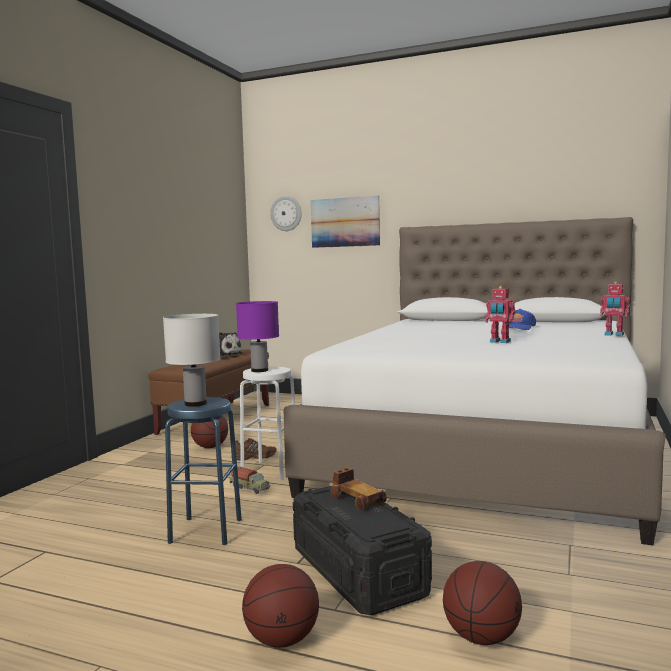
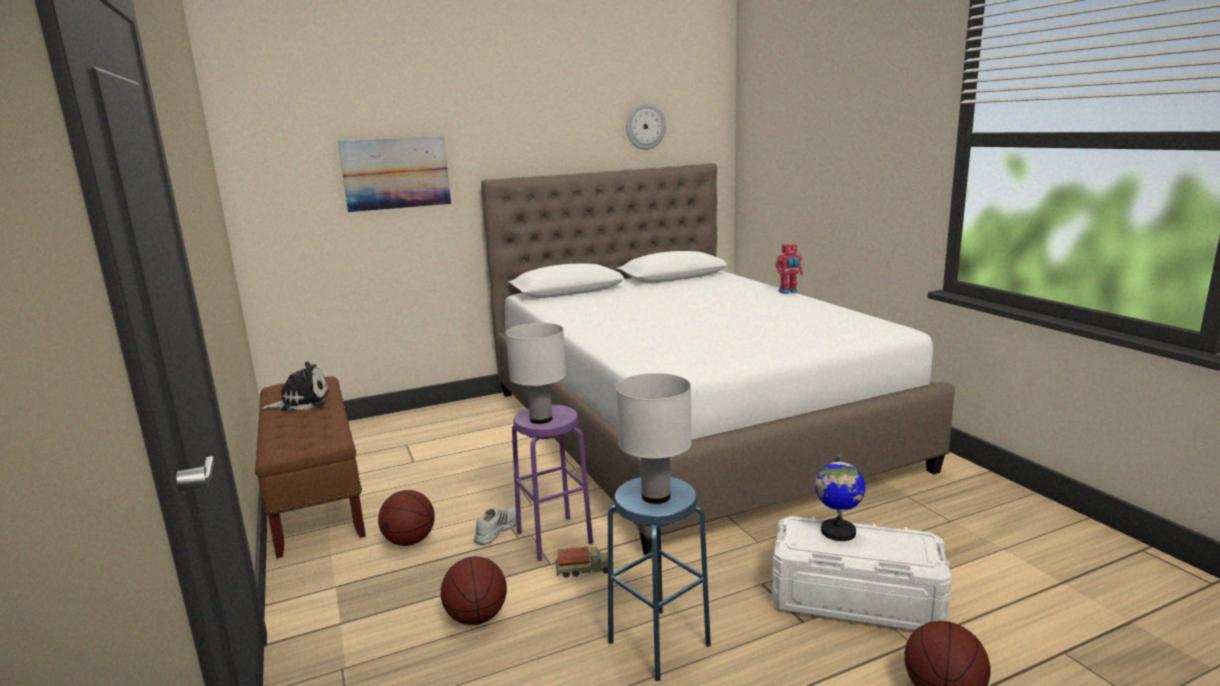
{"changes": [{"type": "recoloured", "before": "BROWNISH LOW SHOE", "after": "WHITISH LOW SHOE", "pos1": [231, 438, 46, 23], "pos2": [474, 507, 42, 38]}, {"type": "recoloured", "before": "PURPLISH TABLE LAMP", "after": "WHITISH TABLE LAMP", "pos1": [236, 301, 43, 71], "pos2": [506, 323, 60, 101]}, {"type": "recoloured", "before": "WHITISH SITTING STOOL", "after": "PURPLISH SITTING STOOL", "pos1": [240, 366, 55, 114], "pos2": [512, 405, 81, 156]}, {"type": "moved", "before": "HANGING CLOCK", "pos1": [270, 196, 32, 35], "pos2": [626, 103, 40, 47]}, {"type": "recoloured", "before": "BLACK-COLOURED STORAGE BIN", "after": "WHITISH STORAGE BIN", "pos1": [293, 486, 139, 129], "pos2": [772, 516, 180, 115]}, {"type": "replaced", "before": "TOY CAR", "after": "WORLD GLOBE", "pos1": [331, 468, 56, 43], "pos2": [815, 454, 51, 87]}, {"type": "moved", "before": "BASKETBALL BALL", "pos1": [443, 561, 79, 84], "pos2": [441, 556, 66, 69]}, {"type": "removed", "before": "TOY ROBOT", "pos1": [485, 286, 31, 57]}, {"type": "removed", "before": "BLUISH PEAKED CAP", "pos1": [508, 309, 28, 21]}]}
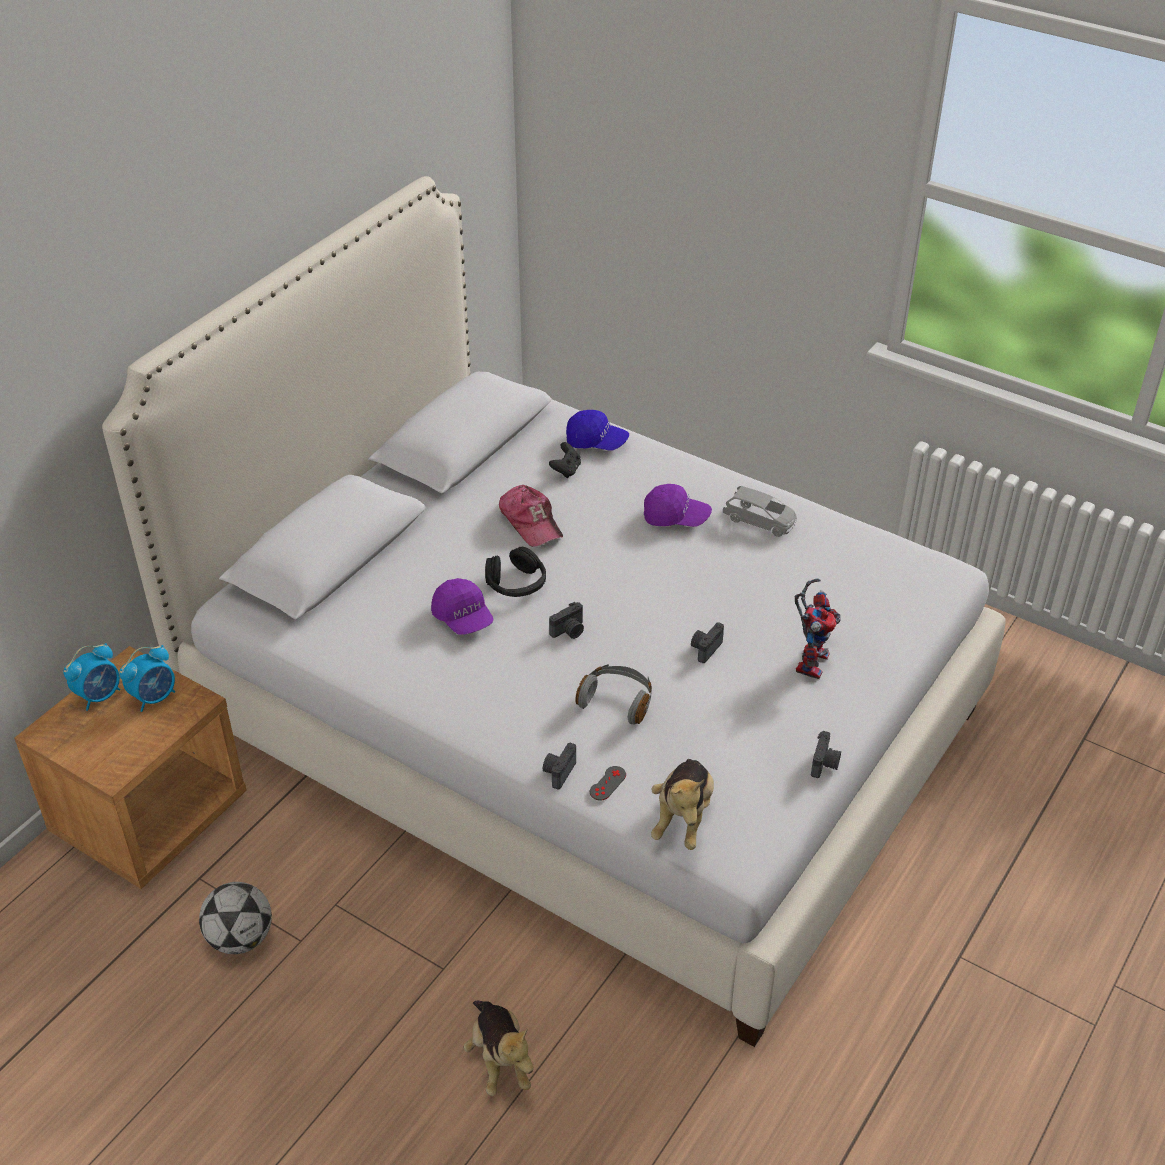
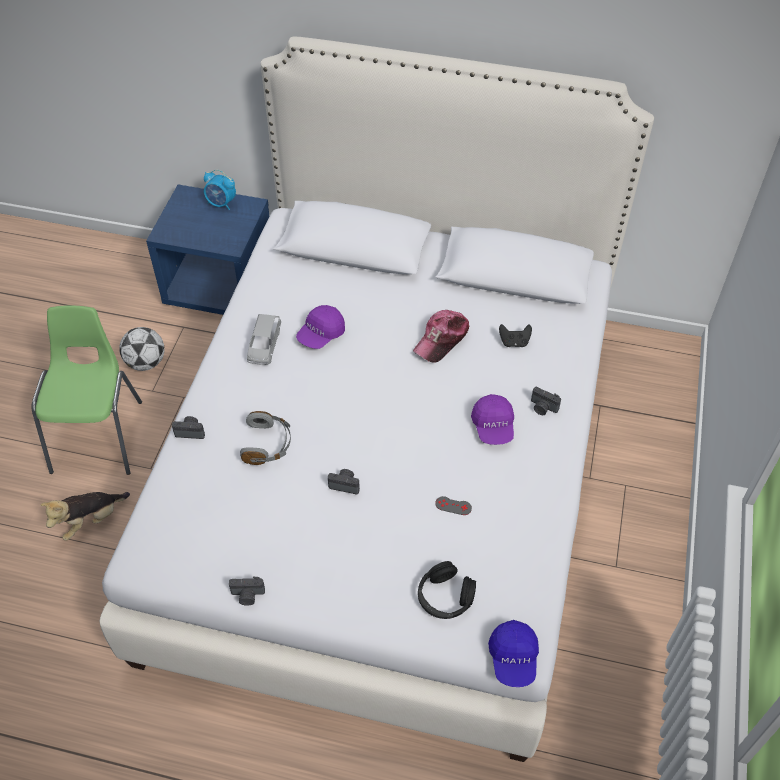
{"changes": [{"type": "recoloured", "before": "BROWNISH BEDSIDE TABLE", "after": "BLUISH BEDSIDE TABLE", "pos1": [14, 646, 233, 243], "pos2": [146, 185, 124, 130]}, {"type": "removed", "before": "BEDSIDE CLOCK", "pos1": [119, 645, 56, 67]}, {"type": "moved", "before": "BLACK-COLOURED PAIR OF HEADPHONES", "pos1": [485, 547, 61, 50], "pos2": [418, 561, 58, 58]}, {"type": "moved", "before": "STILL CAMERA", "pos1": [549, 602, 35, 37], "pos2": [531, 387, 30, 28]}, {"type": "moved", "before": "BLUISH PEAKED CAP", "pos1": [566, 410, 63, 40], "pos2": [488, 620, 51, 67]}, {"type": "moved", "before": "GRAY GAMEPAD", "pos1": [590, 766, 36, 34], "pos2": [435, 496, 37, 19]}, {"type": "removed", "before": "PLUSH TOY", "pos1": [651, 759, 63, 91]}, {"type": "moved", "before": "GRAY TOY CAR", "pos1": [723, 486, 74, 51], "pos2": [247, 314, 34, 51]}, {"type": "removed", "before": "TOY ROBOT", "pos1": [795, 578, 46, 101]}, {"type": "added", "after": "GREEN UPRIGHT CHAIR", "pos2": [31, 306, 111, 169]}]}
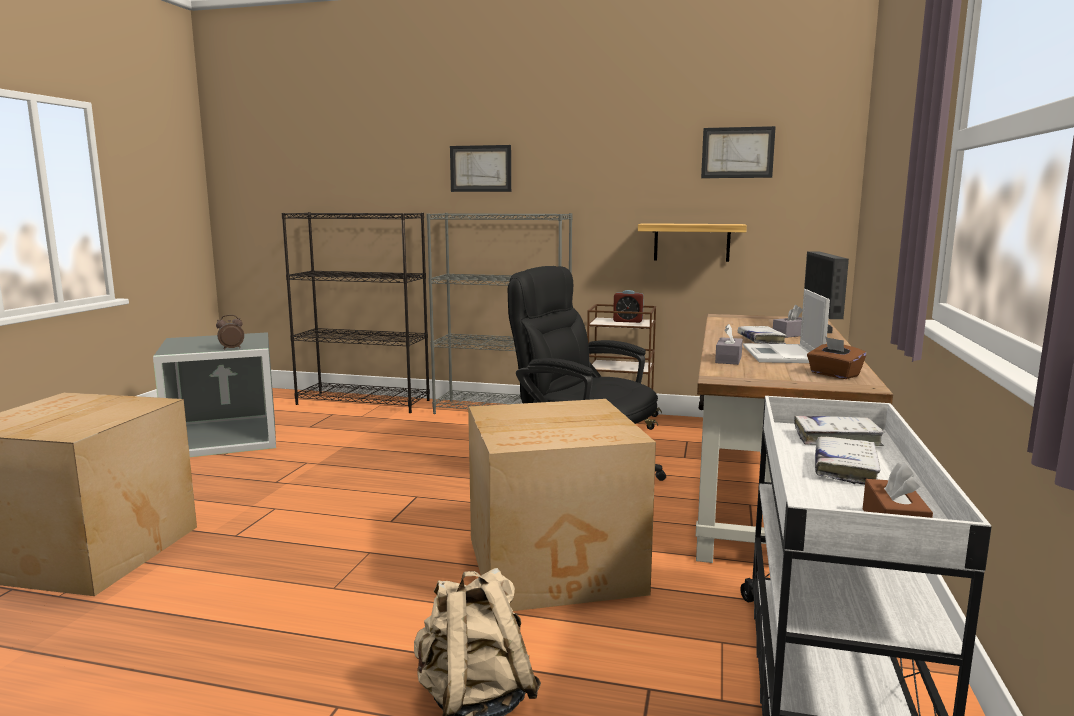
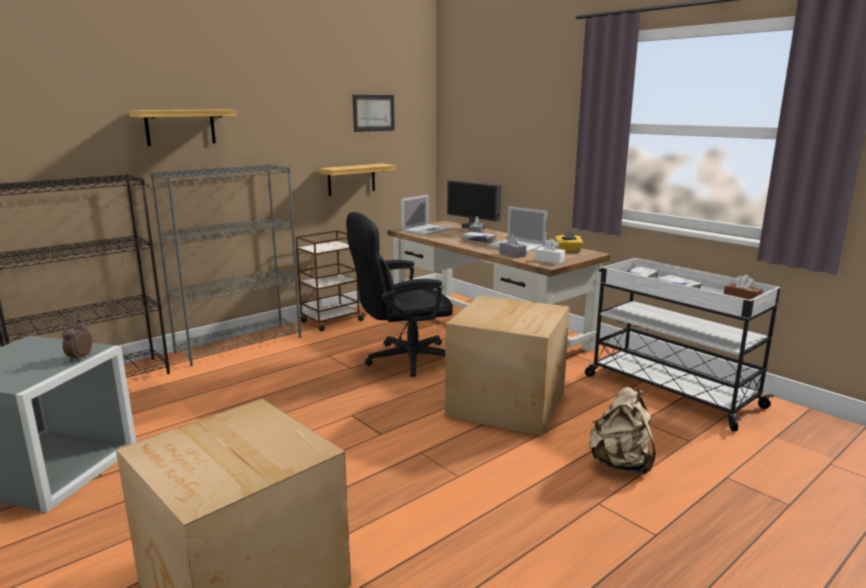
{"changes": [{"type": "replaced", "before": "WALL PICTURE", "after": "SHELF", "pos1": [450, 145, 61, 47], "pos2": [129, 110, 108, 36]}, {"type": "removed", "before": "BEDSIDE CLOCK", "pos1": [613, 290, 31, 33]}, {"type": "recoloured", "before": "BROWNISH TISSUE BOX", "after": "YELLOWISH TISSUE BOX", "pos1": [807, 337, 59, 42], "pos2": [555, 232, 28, 20]}, {"type": "added", "after": "NOTEBOOK COMPUTER", "pos2": [401, 195, 50, 40]}, {"type": "added", "after": "WHITISH TISSUE BOX", "pos2": [535, 239, 30, 25]}]}
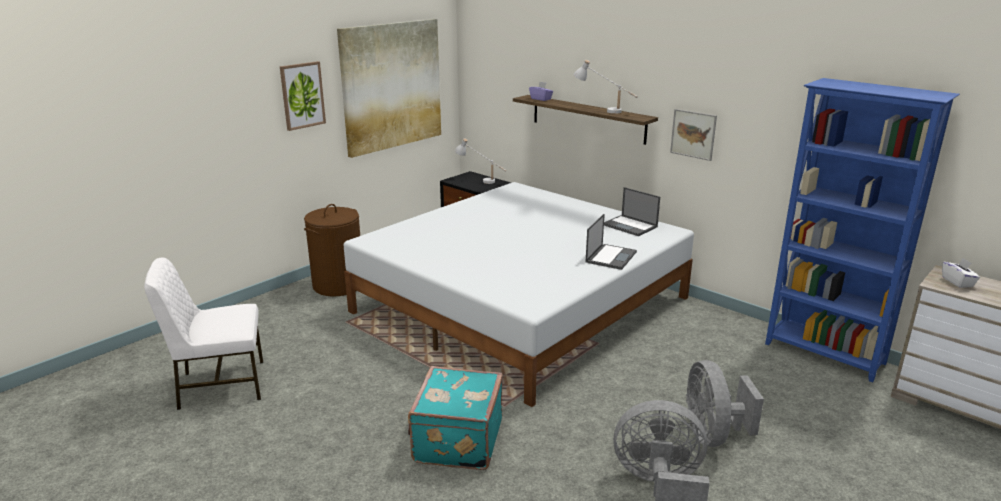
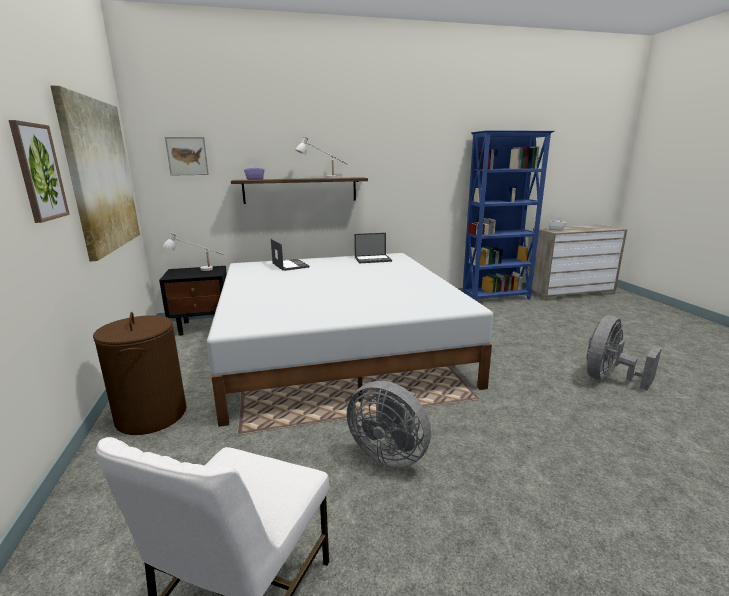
{"changes": [{"type": "removed", "before": "TURQUOISE-COLOURED SUITCASE", "pos1": [408, 366, 95, 104]}, {"type": "moved", "before": "NOTEBOOK COMPUTER", "pos1": [586, 214, 51, 56], "pos2": [271, 239, 39, 32]}, {"type": "moved", "before": "WALL PICTURE", "pos1": [670, 109, 47, 52], "pos2": [165, 137, 44, 39]}, {"type": "moved", "before": "GRAY COOLING FAN", "pos1": [686, 360, 78, 87], "pos2": [347, 381, 84, 87]}]}
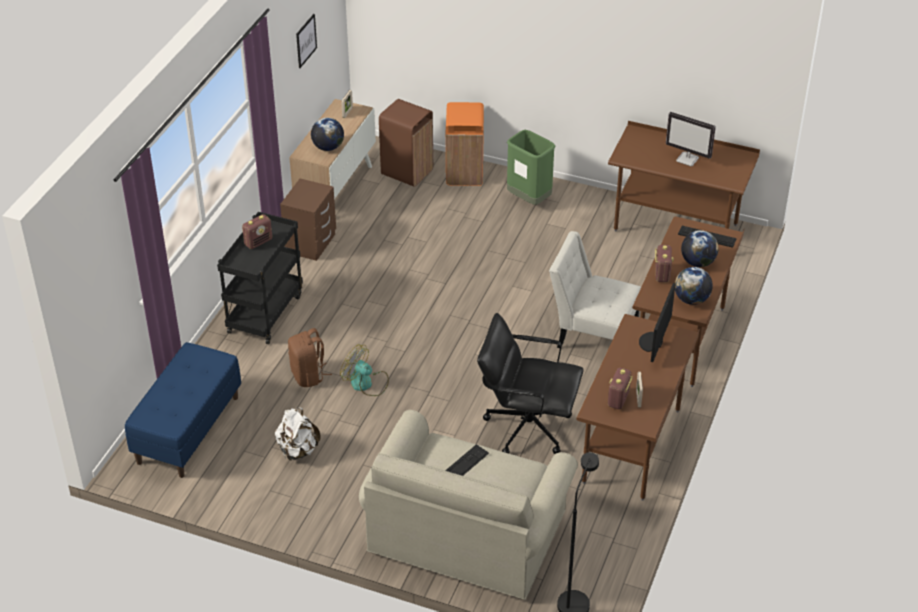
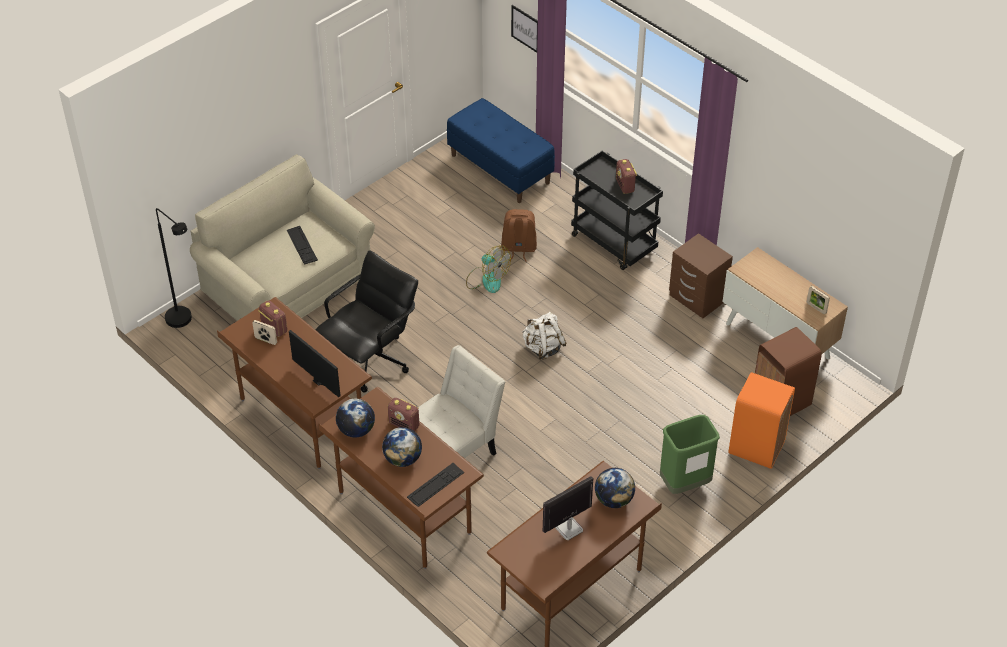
{"changes": [{"type": "moved", "before": "WHITISH RUCKSACK", "pos1": [275, 408, 46, 53], "pos2": [523, 312, 43, 48]}, {"type": "moved", "before": "WALL PICTURE", "pos1": [296, 14, 21, 54], "pos2": [511, 5, 27, 48]}, {"type": "moved", "before": "WORLD GLOBE", "pos1": [311, 118, 33, 33], "pos2": [595, 468, 40, 40]}, {"type": "turned", "before": "COOLING FAN", "pos1": [340, 344, 49, 52], "pos2": [466, 245, 45, 48], "turn": 75}]}
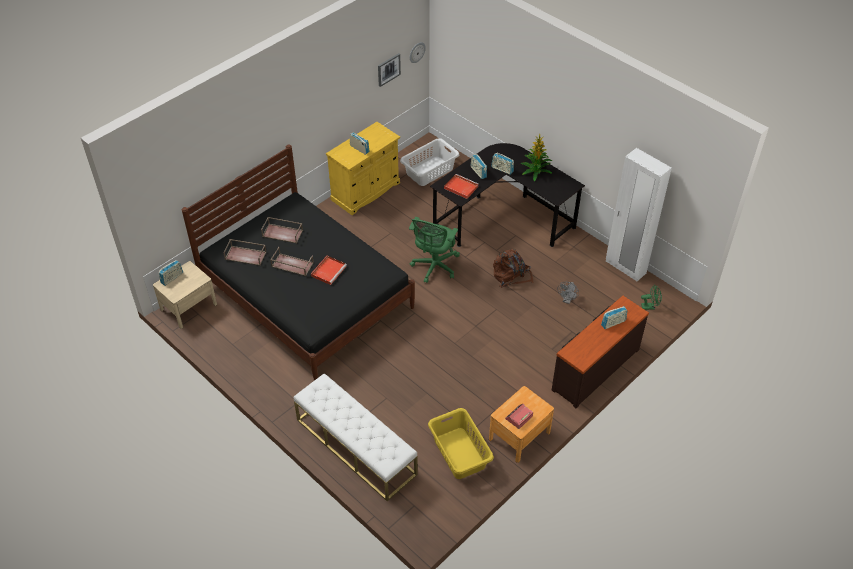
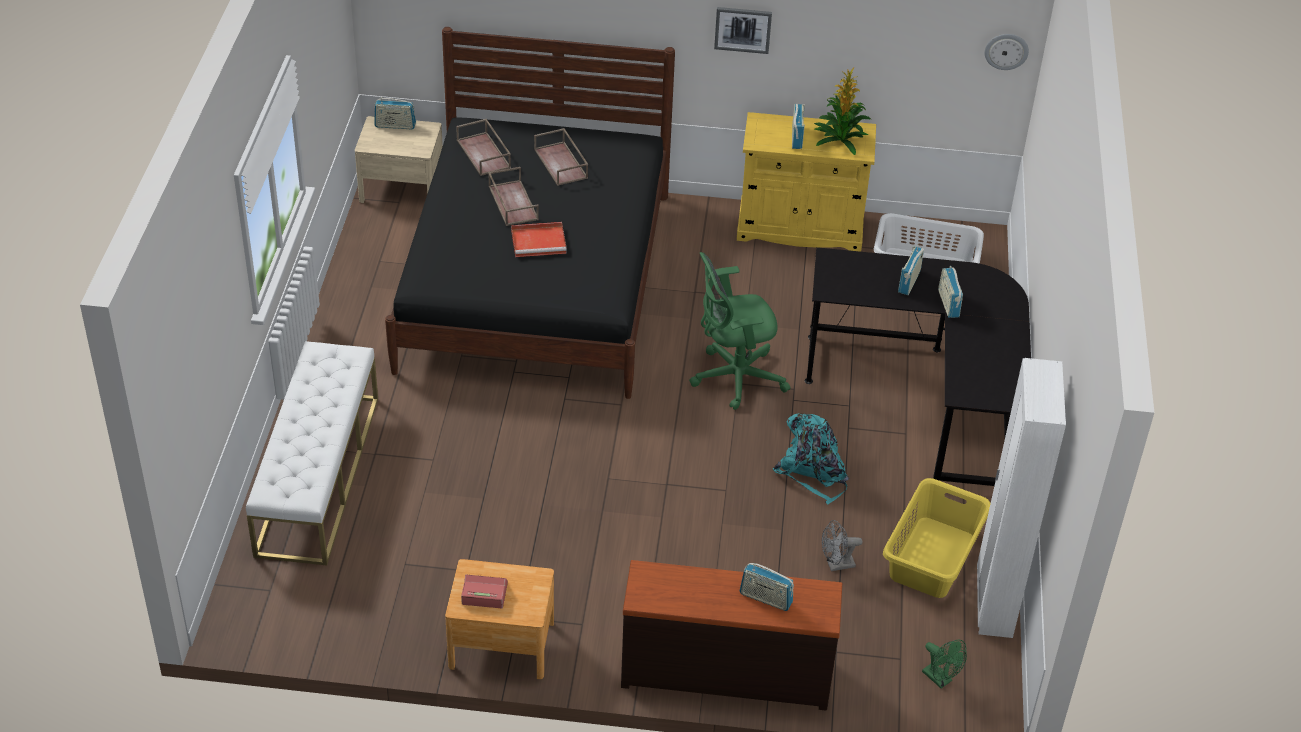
{"changes": [{"type": "moved", "before": "WALL PICTURE", "pos1": [378, 53, 23, 34], "pos2": [714, 7, 58, 47]}, {"type": "moved", "before": "YELLOWISH HAMPER", "pos1": [428, 408, 66, 71], "pos2": [883, 478, 108, 120]}, {"type": "removed", "before": "RED TRAY", "pos1": [444, 174, 34, 25]}, {"type": "recoloured", "before": "BROWNISH RUCKSACK", "after": "TURQUOISE-COLOURED RUCKSACK", "pos1": [493, 249, 41, 38], "pos2": [773, 413, 76, 91]}, {"type": "moved", "before": "PLANT IN A POT", "pos1": [521, 133, 32, 48], "pos2": [814, 68, 57, 87]}]}
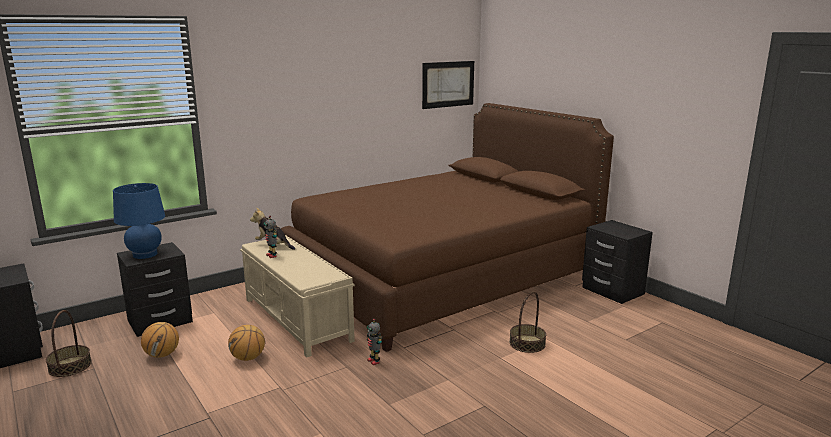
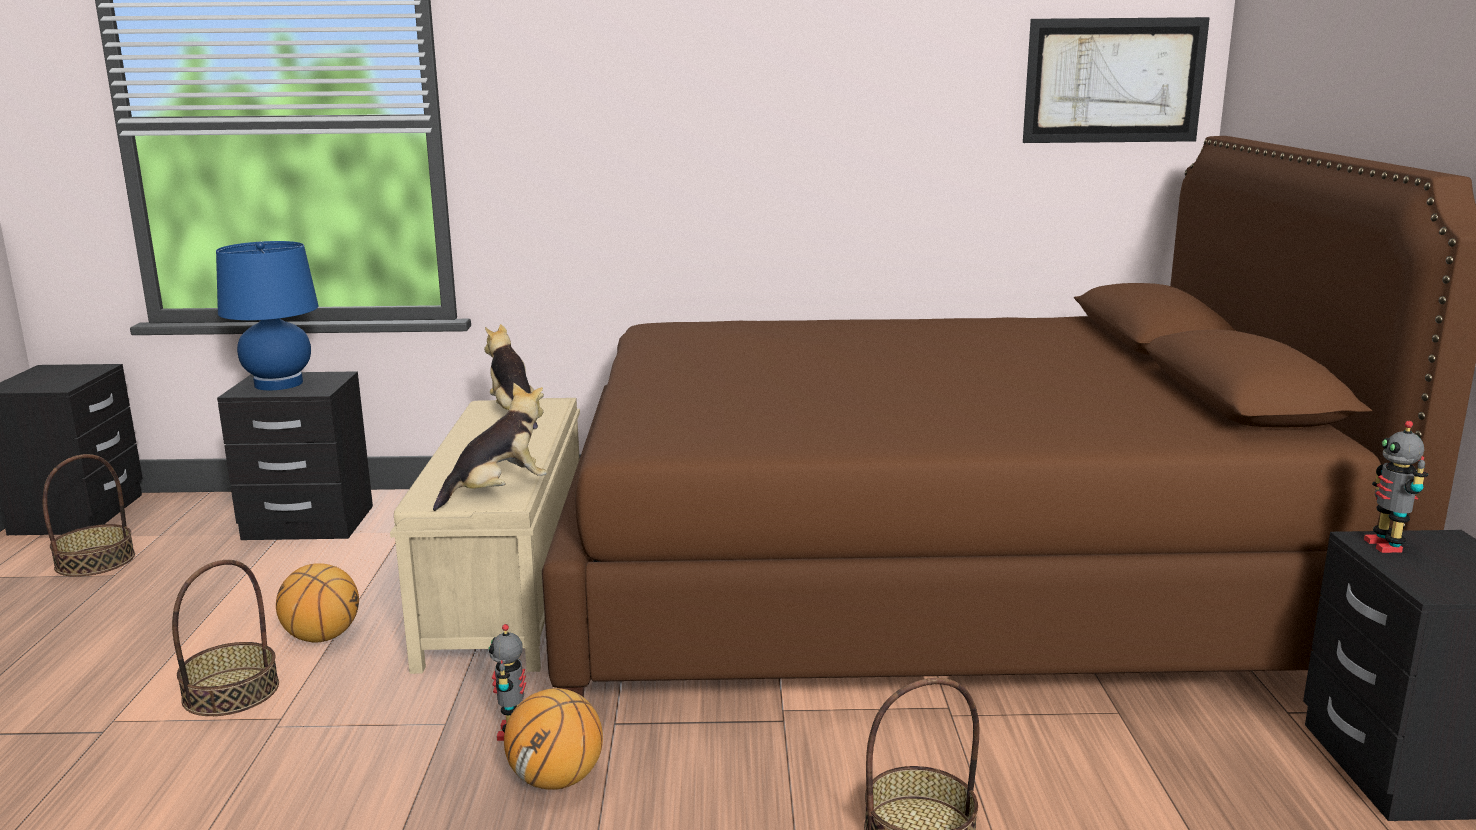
{"changes": [{"type": "moved", "before": "BASKETBALL BALL", "pos1": [141, 322, 38, 36], "pos2": [504, 688, 99, 102]}, {"type": "moved", "before": "TOY ROBOT", "pos1": [264, 216, 13, 42], "pos2": [1364, 421, 64, 132]}, {"type": "added", "after": "STORAGE BASKET", "pos2": [172, 560, 107, 156]}, {"type": "added", "after": "PLUSH TOY", "pos2": [433, 383, 114, 128]}]}
